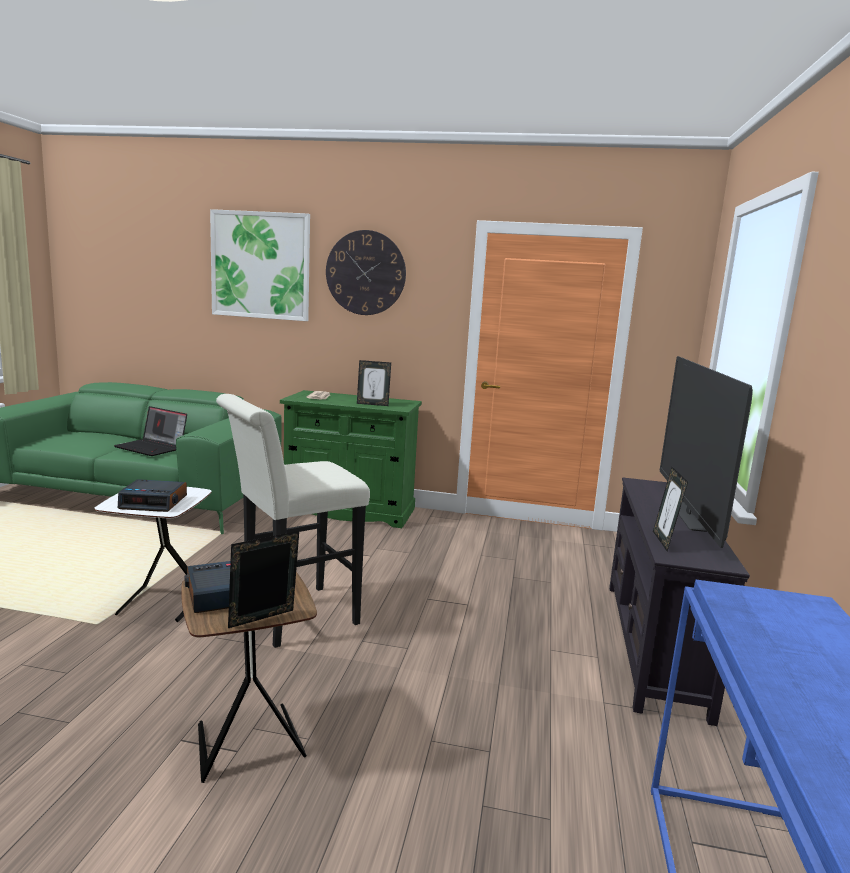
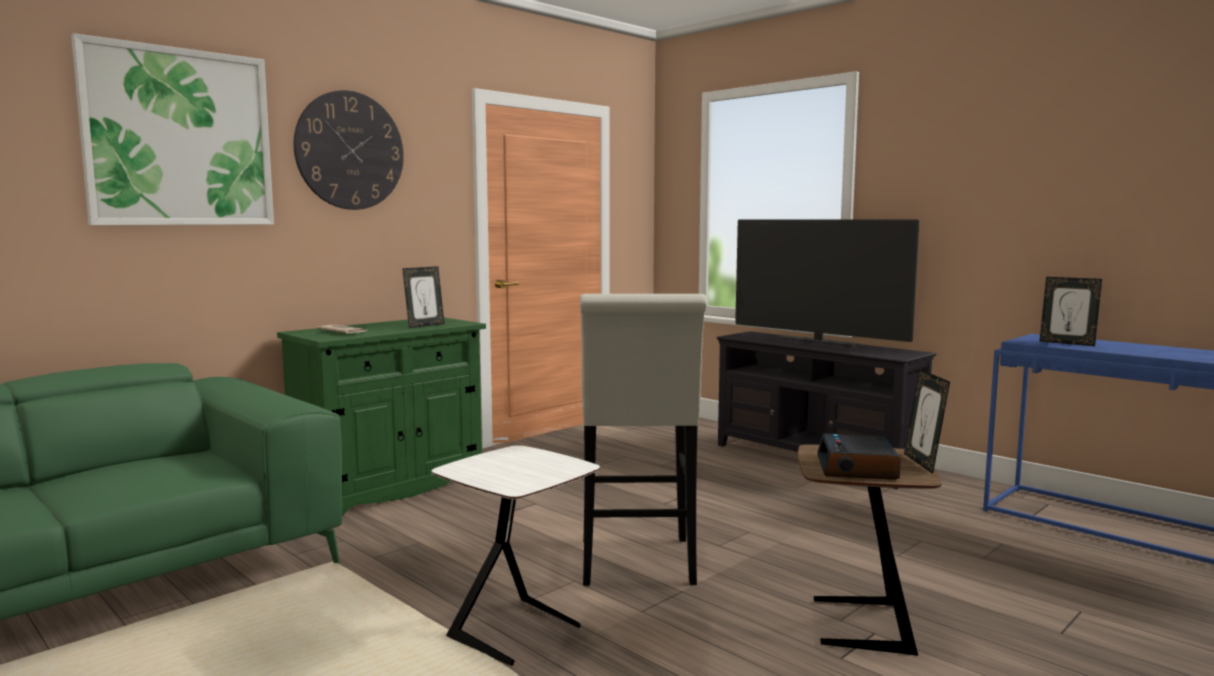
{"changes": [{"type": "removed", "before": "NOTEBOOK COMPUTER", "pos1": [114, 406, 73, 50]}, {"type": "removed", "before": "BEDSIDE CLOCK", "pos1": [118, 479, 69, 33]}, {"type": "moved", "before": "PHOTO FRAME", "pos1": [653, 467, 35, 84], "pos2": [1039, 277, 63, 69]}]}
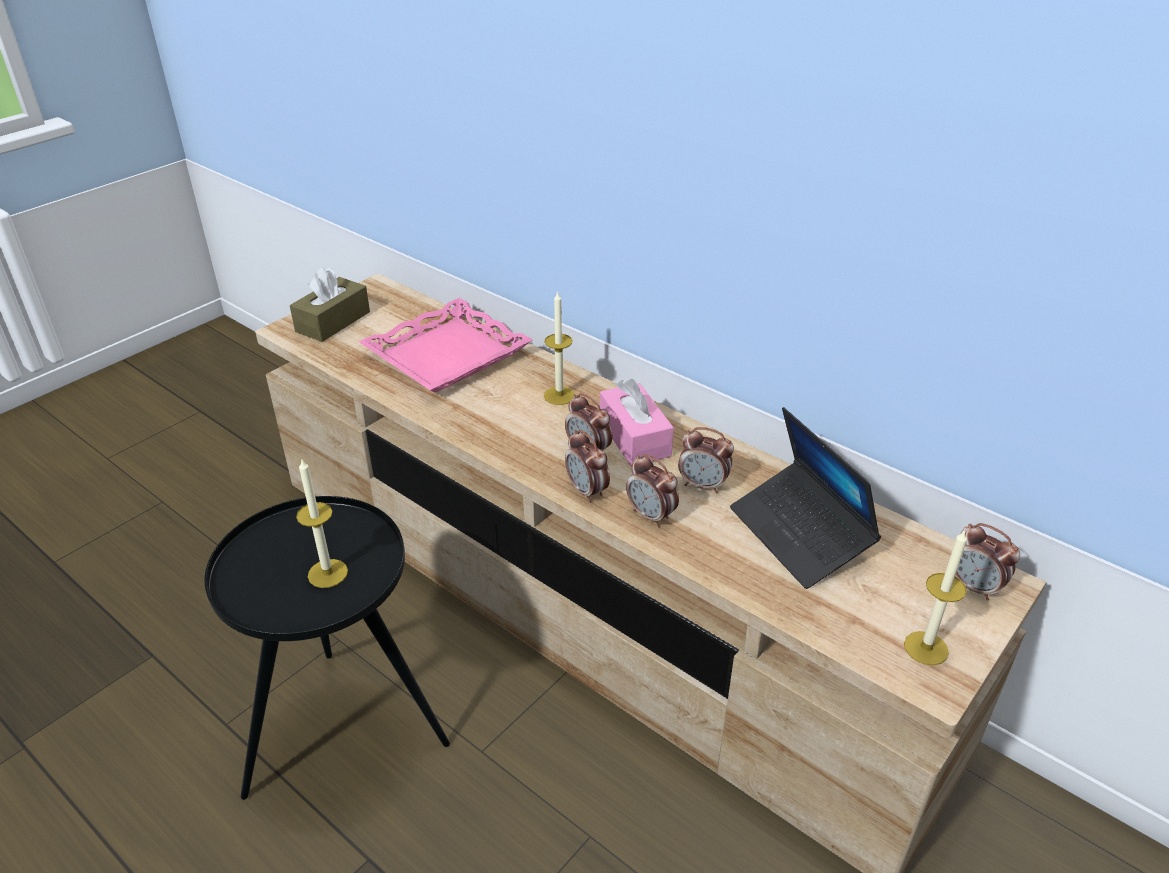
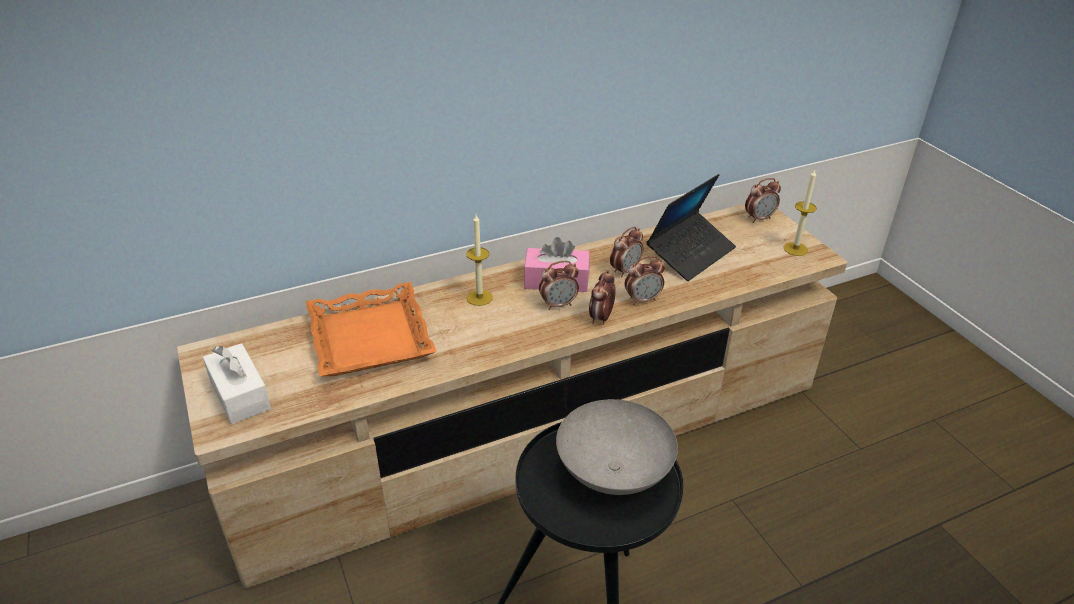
{"changes": [{"type": "recoloured", "before": "BROWNISH TISSUE BOX", "after": "WHITISH TISSUE BOX", "pos1": [290, 267, 80, 75], "pos2": [203, 343, 68, 81]}, {"type": "replaced", "before": "WAX CANDLE", "after": "GRAY DEEP DISH", "pos1": [296, 460, 52, 128], "pos2": [556, 399, 122, 96]}, {"type": "recoloured", "before": "PINK TRAY", "after": "ORANGE-COLOURED TRAY", "pos1": [359, 298, 174, 95], "pos2": [305, 282, 132, 94]}, {"type": "turned", "before": "BEDSIDE CLOCK", "pos1": [565, 430, 45, 73], "pos2": [589, 270, 27, 55], "turn": 120}, {"type": "turned", "before": "NOTEBOOK COMPUTER", "pos1": [730, 407, 151, 182], "pos2": [647, 174, 89, 107], "turn": -45}]}
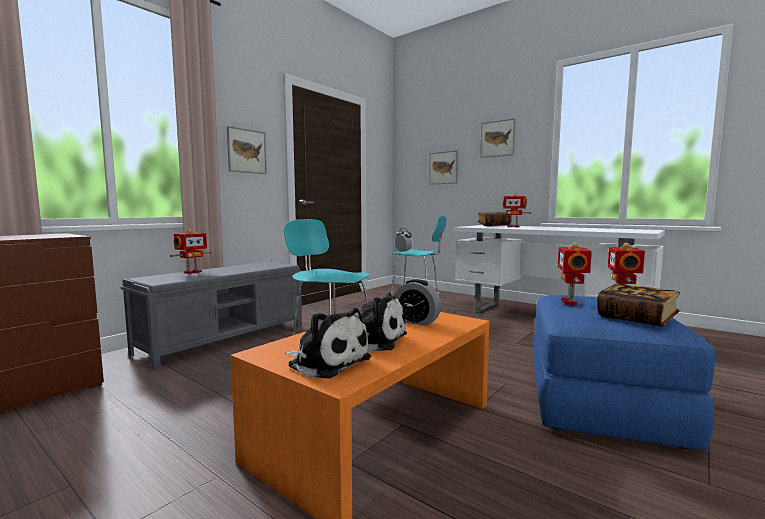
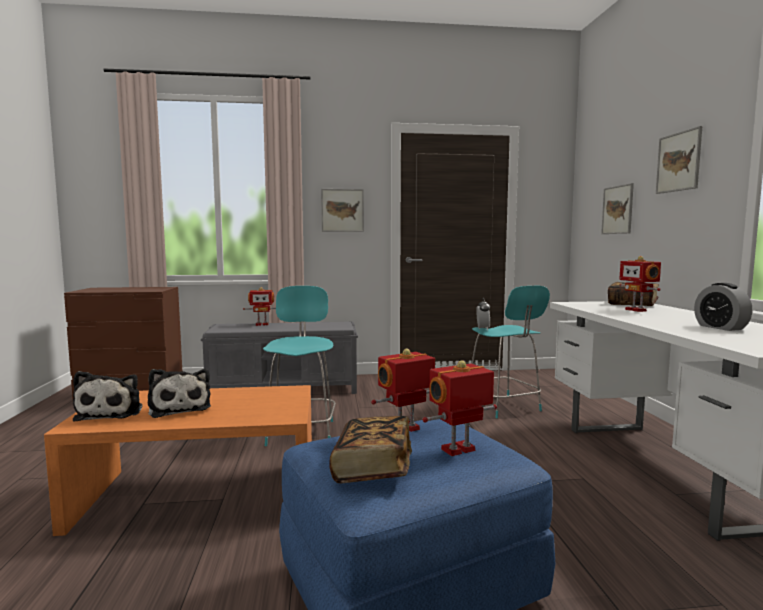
{"changes": [{"type": "moved", "before": "BEDSIDE CLOCK", "pos1": [394, 279, 47, 47], "pos2": [694, 283, 58, 48]}]}
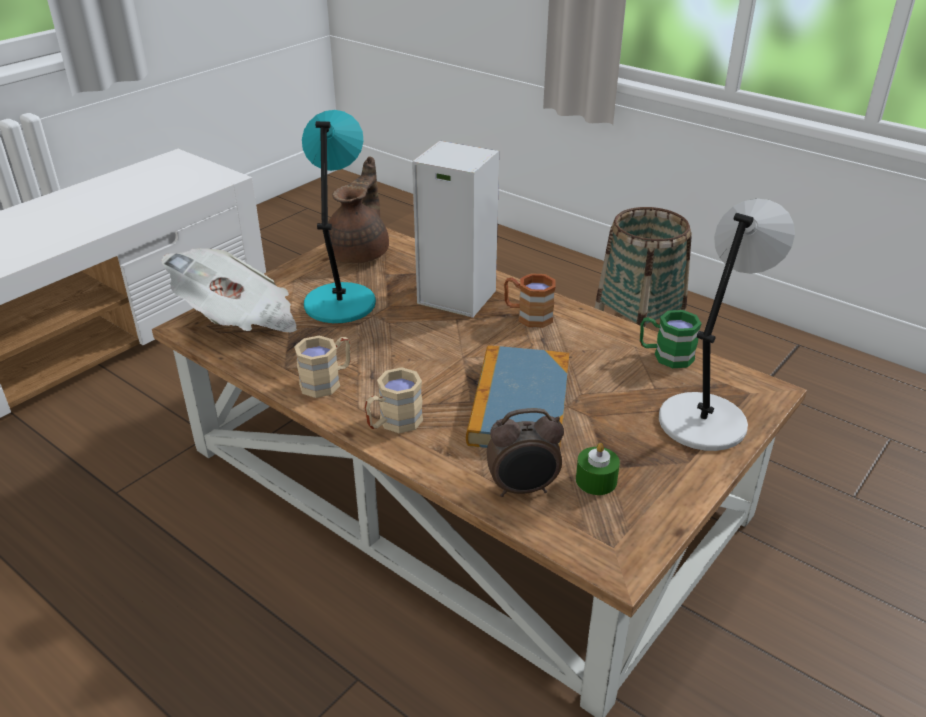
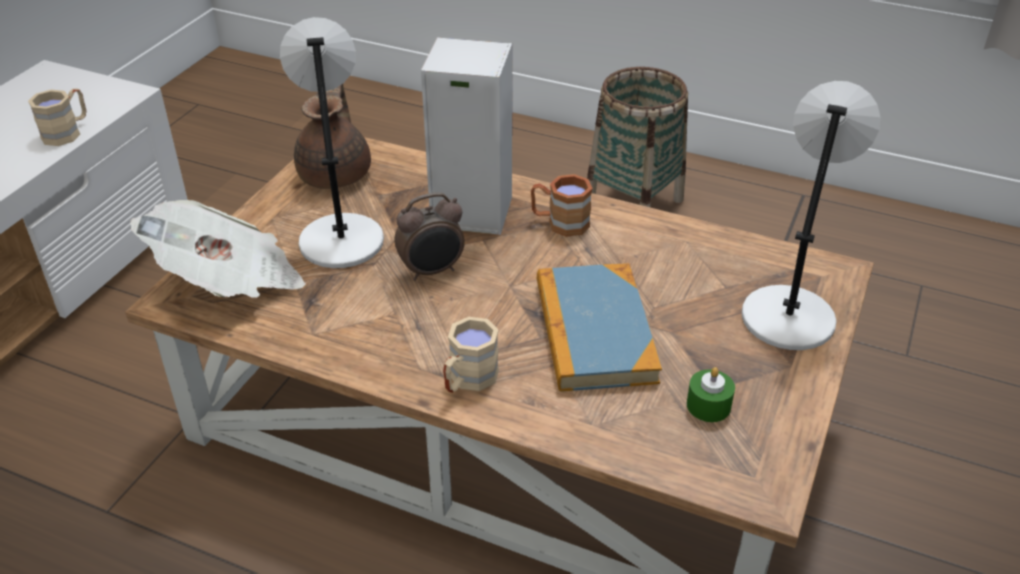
{"changes": [{"type": "moved", "before": "BEIGE MUG", "pos1": [294, 336, 57, 62], "pos2": [28, 89, 58, 57]}, {"type": "recoloured", "before": "TURQUOISE-COLOURED TABLE LAMP", "after": "GRAY TABLE LAMP", "pos1": [302, 110, 74, 213], "pos2": [280, 17, 104, 251]}, {"type": "moved", "before": "BEDSIDE CLOCK", "pos1": [487, 408, 77, 89], "pos2": [394, 192, 71, 89]}, {"type": "removed", "before": "GREEN MUG", "pos1": [640, 310, 62, 58]}]}
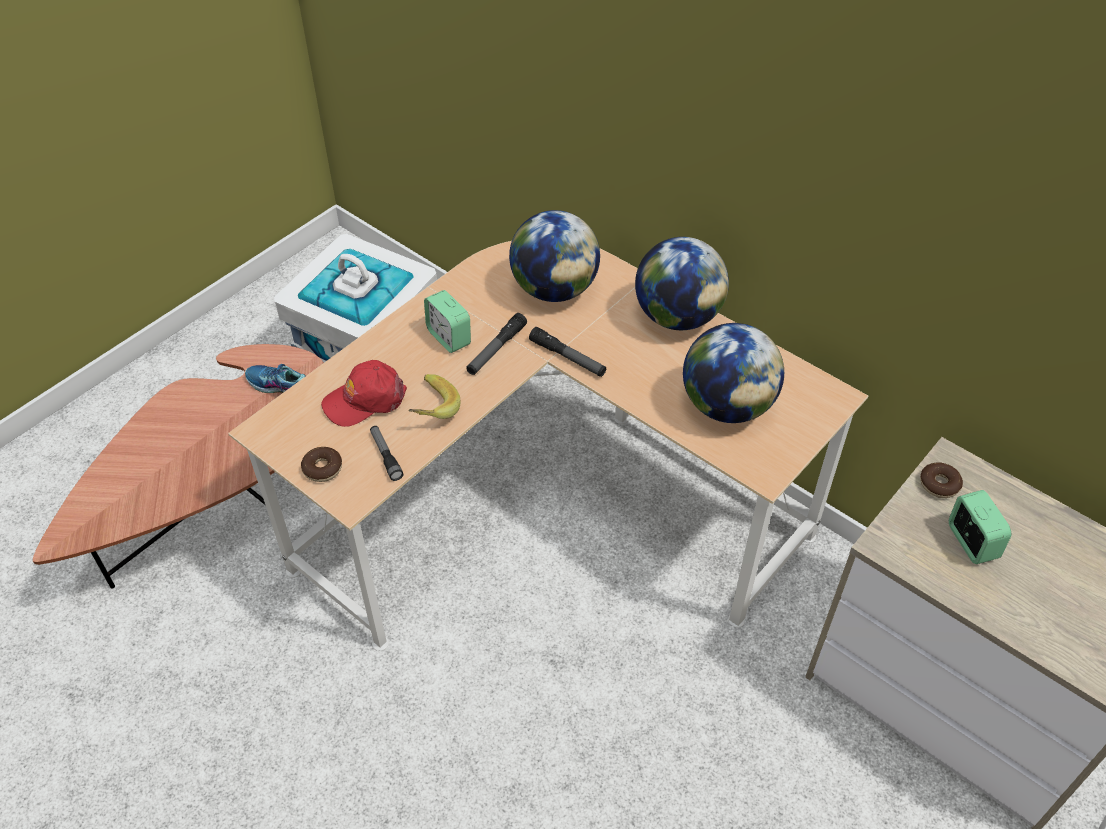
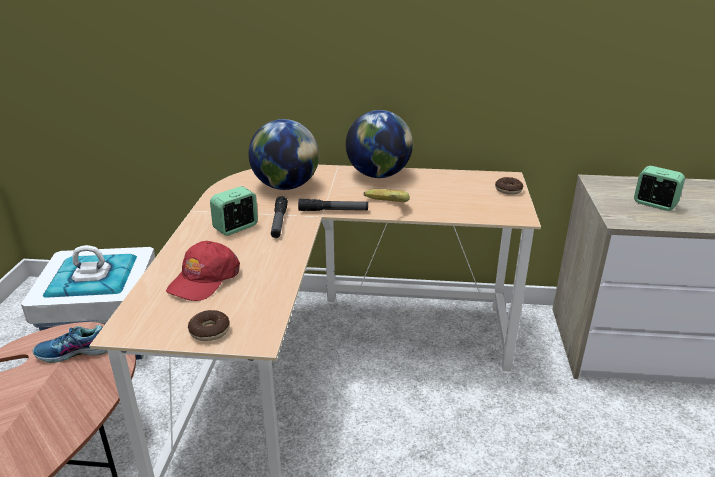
{"changes": [{"type": "removed", "before": "HAND TORCH", "pos1": [370, 426, 34, 55]}, {"type": "moved", "before": "BANANA", "pos1": [408, 374, 53, 45], "pos2": [363, 189, 47, 13]}, {"type": "turned", "before": "BEDSIDE CLOCK", "pos1": [424, 290, 47, 63], "pos2": [210, 186, 48, 50], "turn": 120}, {"type": "removed", "before": "WORLD GLOBE", "pos1": [683, 323, 101, 100]}, {"type": "moved", "before": "DONUT", "pos1": [920, 462, 43, 36], "pos2": [495, 177, 28, 18]}]}
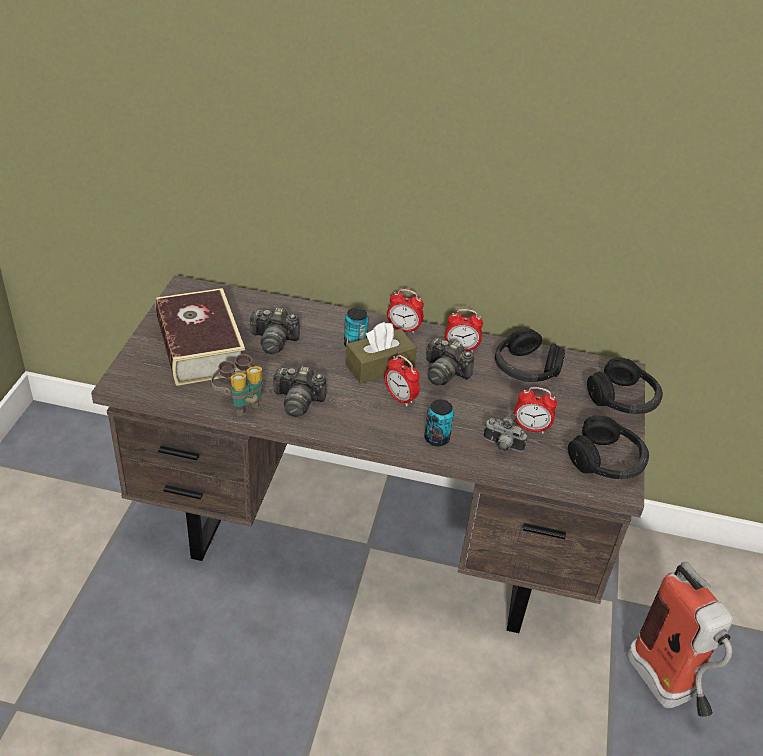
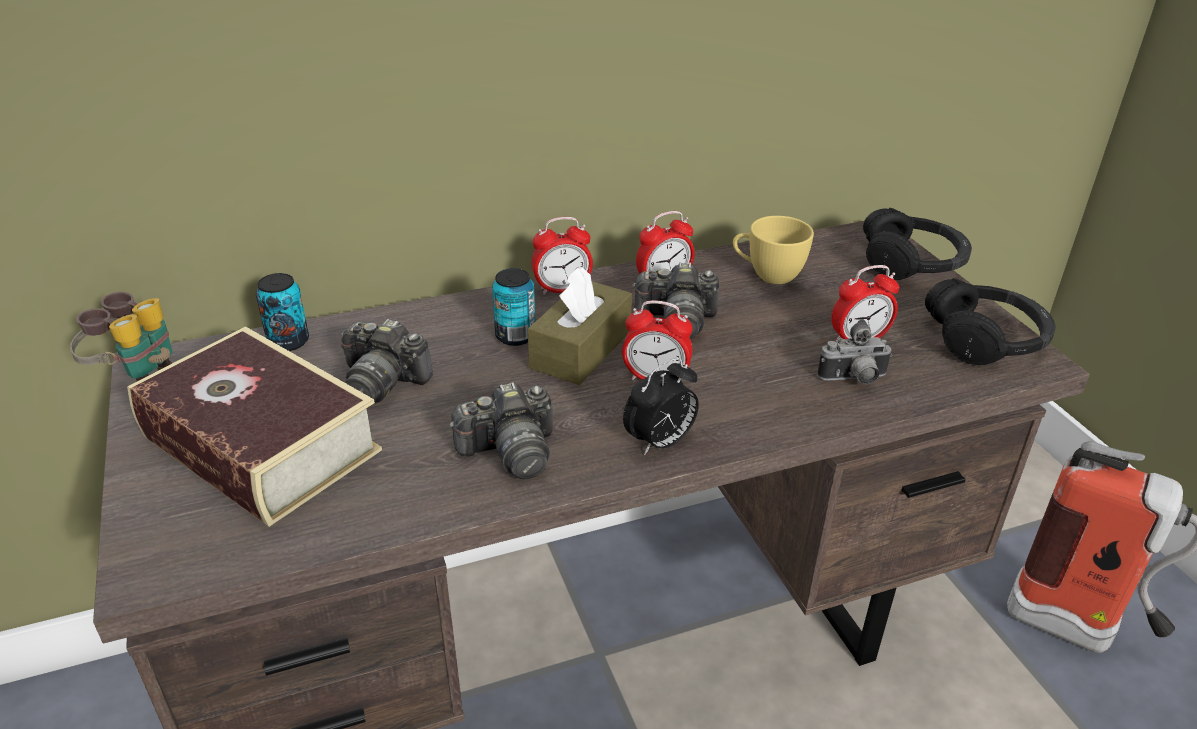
{"changes": [{"type": "moved", "before": "PAIR OF BINOCULARS", "pos1": [211, 354, 51, 62], "pos2": [70, 292, 102, 90]}, {"type": "turned", "before": "STILL CAMERA", "pos1": [249, 308, 51, 46], "pos2": [341, 319, 92, 84], "turn": 45}, {"type": "moved", "before": "METAL CAN", "pos1": [424, 399, 30, 47], "pos2": [256, 273, 53, 78]}, {"type": "replaced", "before": "BLACK-COLOURED PAIR OF HEADPHONES", "after": "YELLOWISH CUP", "pos1": [495, 328, 70, 54], "pos2": [733, 216, 81, 68]}, {"type": "added", "after": "BEDSIDE CLOCK", "pos2": [623, 358, 76, 97]}]}
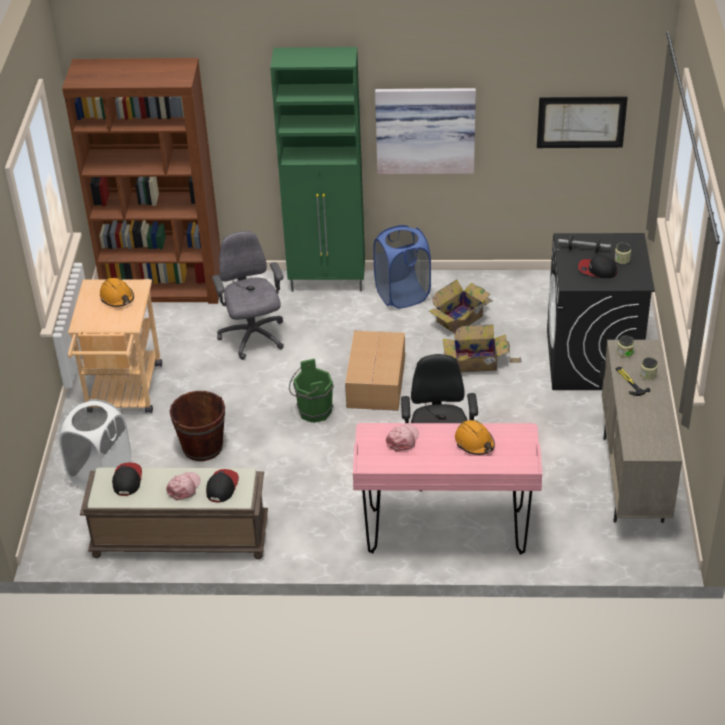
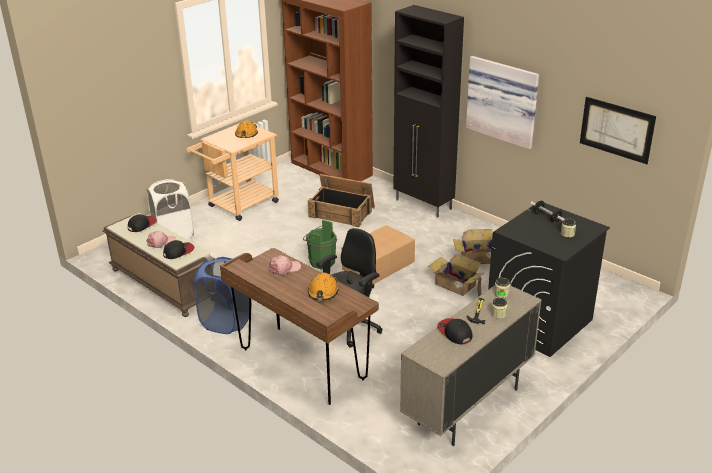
{"changes": [{"type": "removed", "before": "BROWNISH WATER BUCKET", "pos1": [169, 391, 56, 70]}, {"type": "replaced", "before": "GRAY DESK CHAIR", "after": "PACKING CRATE", "pos1": [212, 231, 72, 129], "pos2": [308, 174, 67, 53]}, {"type": "recoloured", "before": "GREEN CABINET", "after": "BLACK-COLOURED CABINET", "pos1": [270, 47, 95, 245], "pos2": [394, 5, 70, 213]}, {"type": "recoloured", "before": "PINK DESK", "after": "BROWNISH DESK", "pos1": [353, 423, 189, 131], "pos2": [220, 248, 159, 157]}, {"type": "moved", "before": "BLUISH HAMPER", "pos1": [373, 225, 58, 84], "pos2": [194, 257, 55, 77]}, {"type": "moved", "before": "PEAKED CAP", "pos1": [578, 255, 39, 23], "pos2": [437, 318, 36, 27]}]}
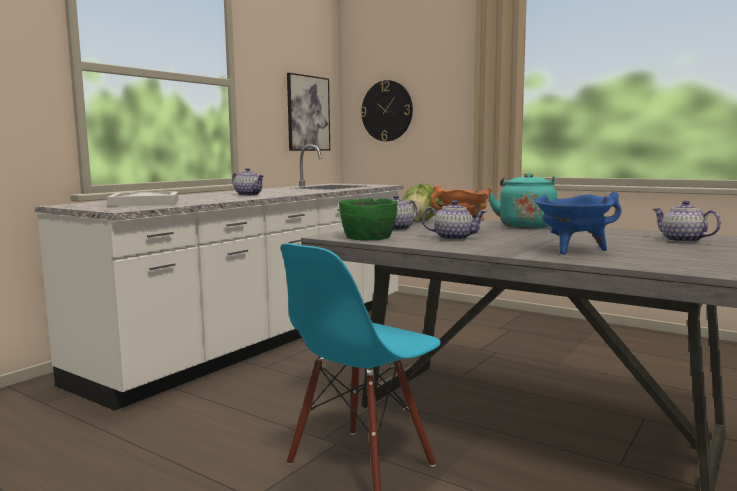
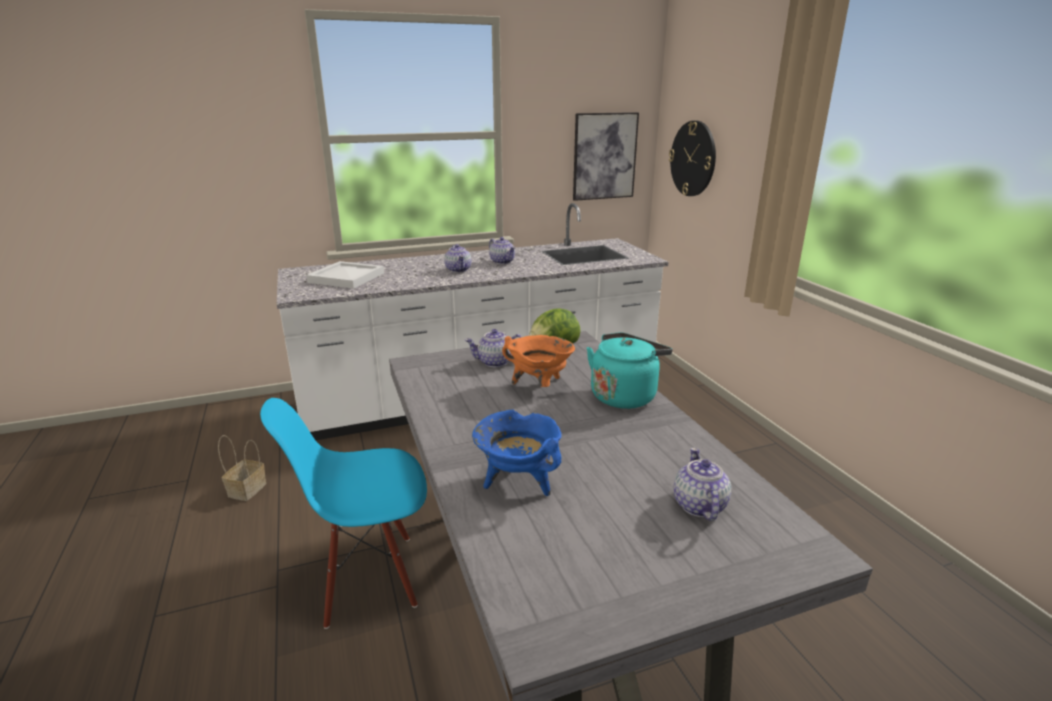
{"changes": [{"type": "removed", "before": "GREEN DEEP DISH", "pos1": [339, 198, 59, 43]}, {"type": "moved", "before": "TEA POT", "pos1": [422, 200, 65, 40], "pos2": [489, 237, 27, 27]}, {"type": "added", "after": "STORAGE BASKET", "pos2": [218, 435, 48, 66]}]}
